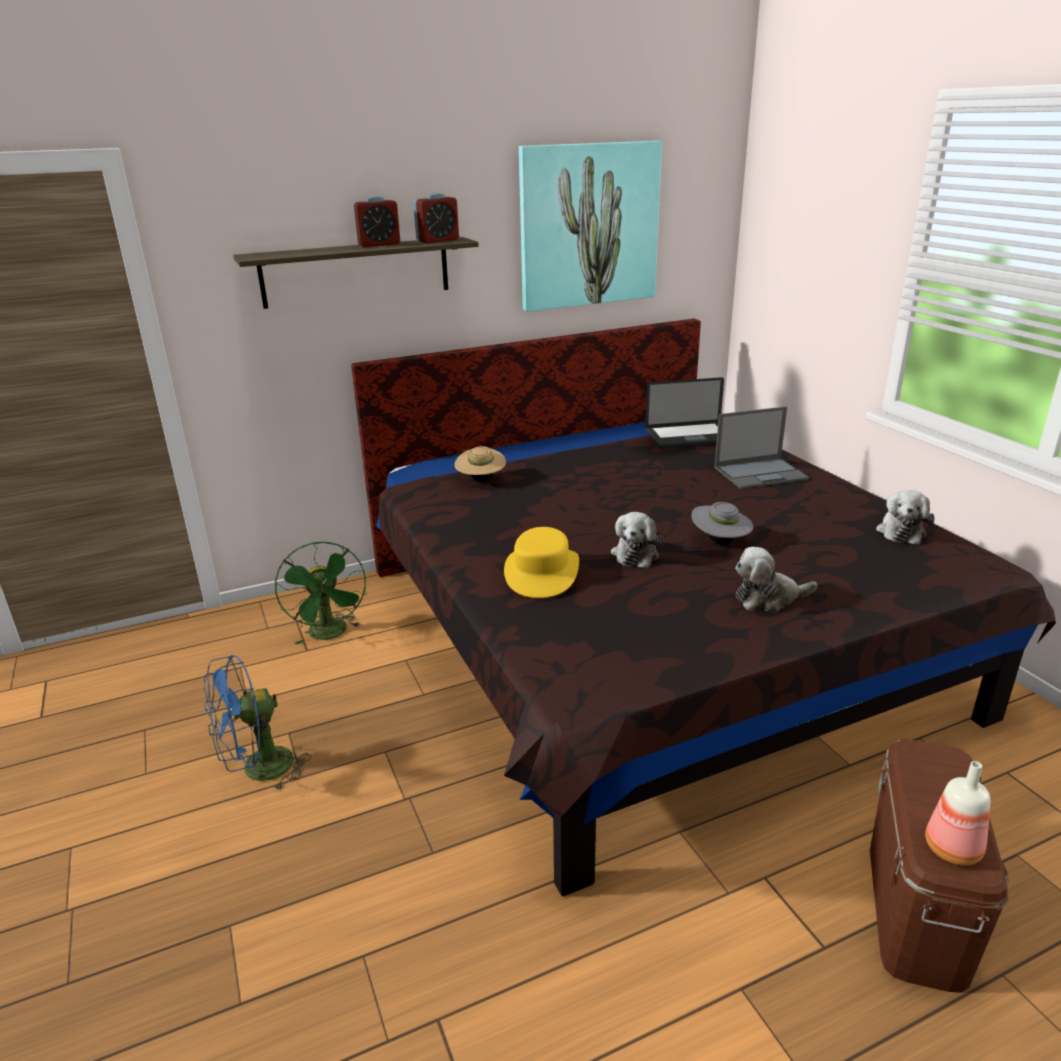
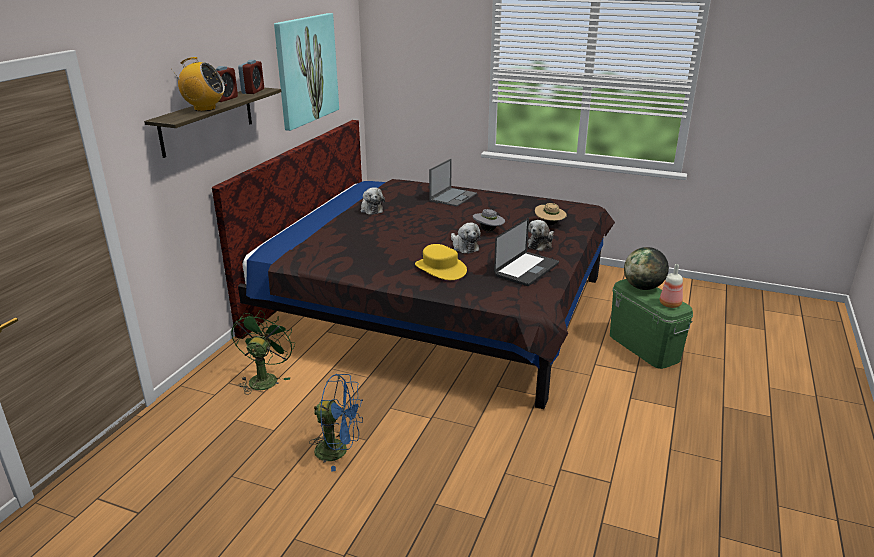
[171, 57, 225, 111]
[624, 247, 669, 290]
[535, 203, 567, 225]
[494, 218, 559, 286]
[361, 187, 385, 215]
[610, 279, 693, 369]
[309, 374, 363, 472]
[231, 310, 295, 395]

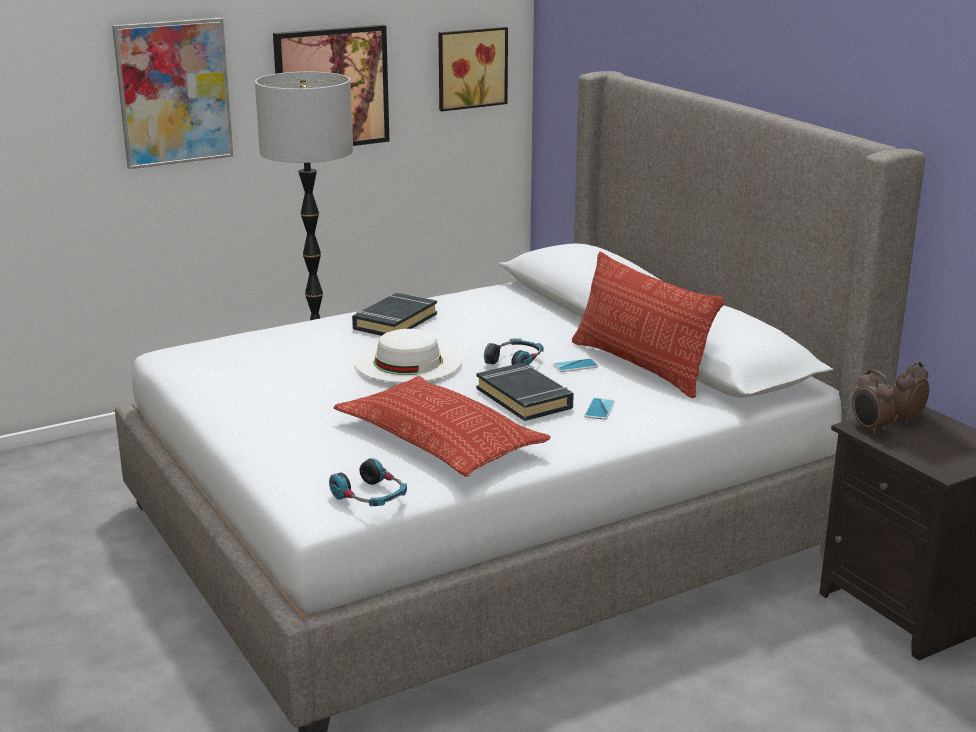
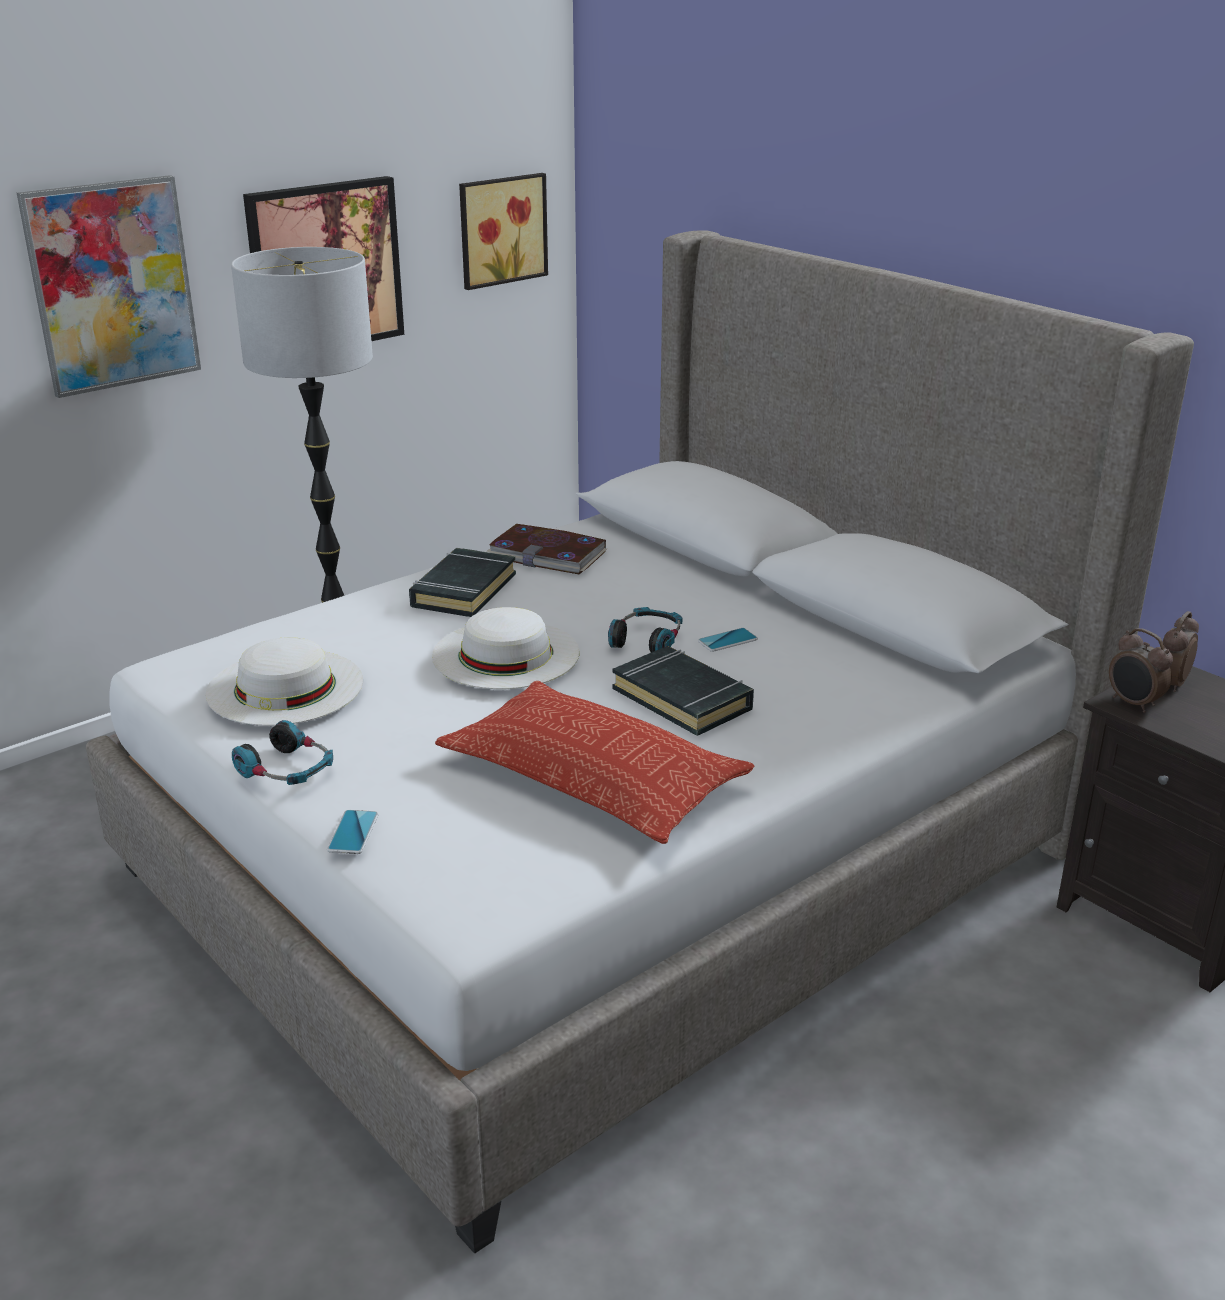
[572, 252, 725, 398] (first image)
[206, 637, 363, 726]
[486, 524, 607, 574]
[232, 720, 333, 785]
[327, 810, 379, 854]

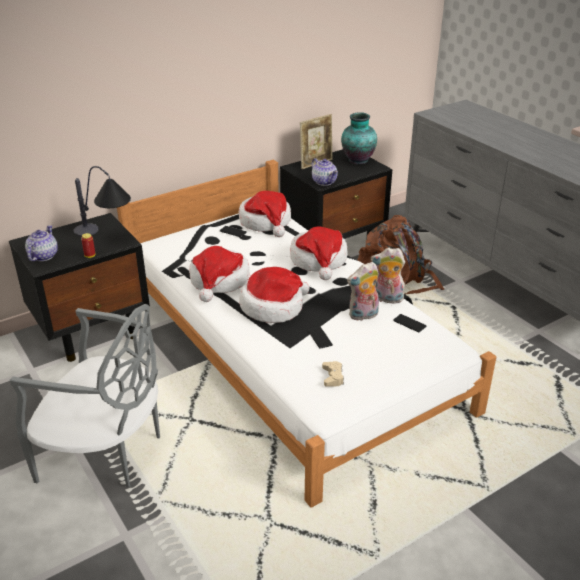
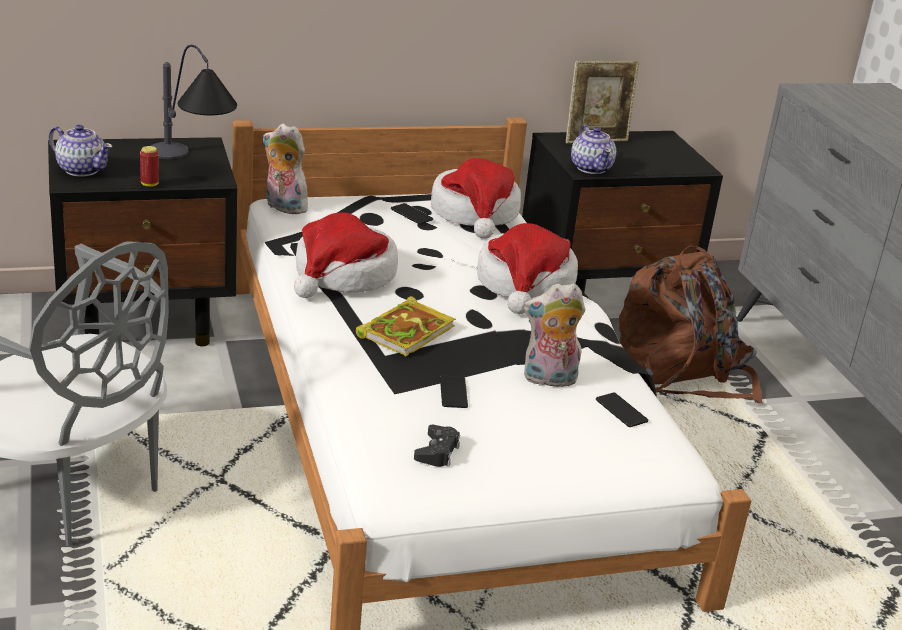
[341, 113, 377, 164] (first image)
[262, 123, 310, 215]
[356, 296, 456, 356]
[414, 425, 460, 467]
[49, 125, 113, 176]

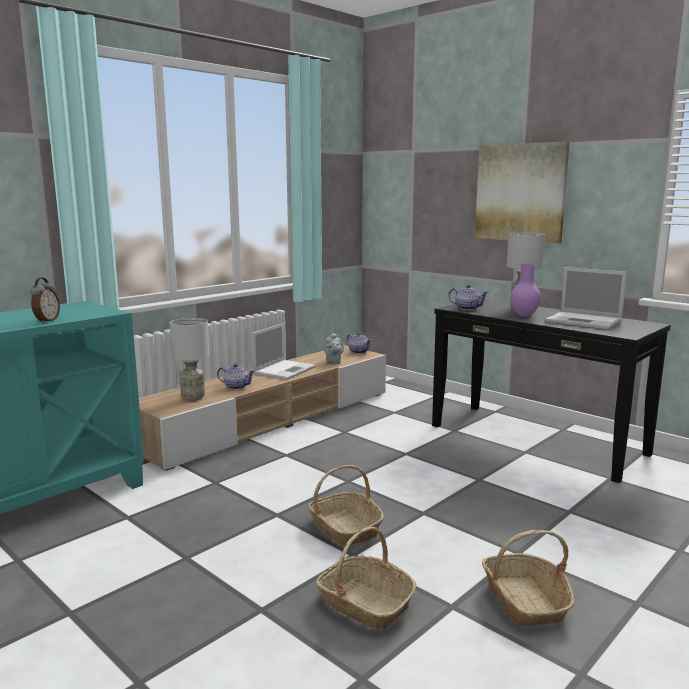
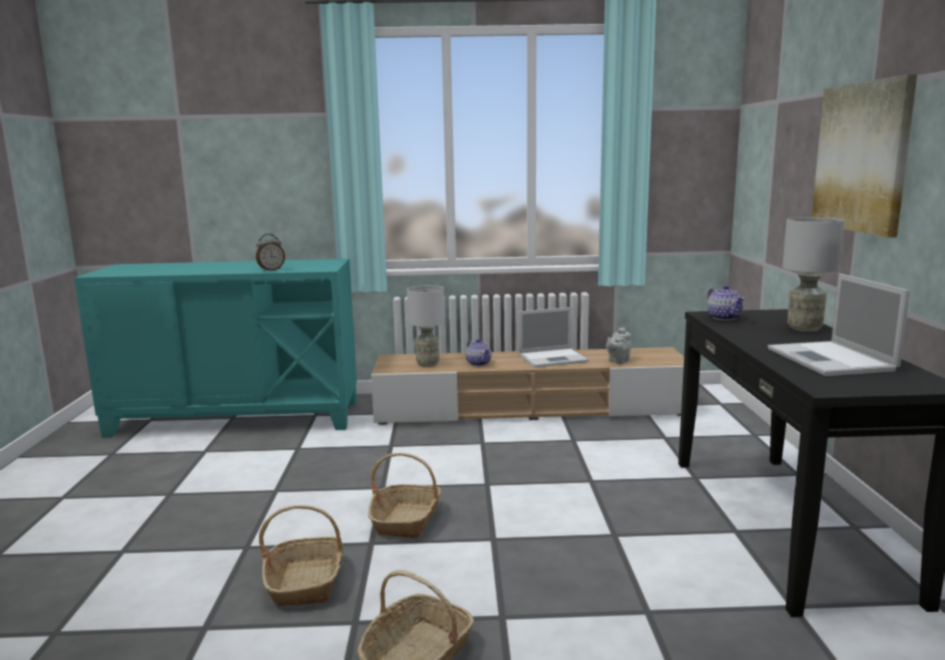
[346, 332, 372, 354] (first image)
[510, 264, 541, 317] (first image)

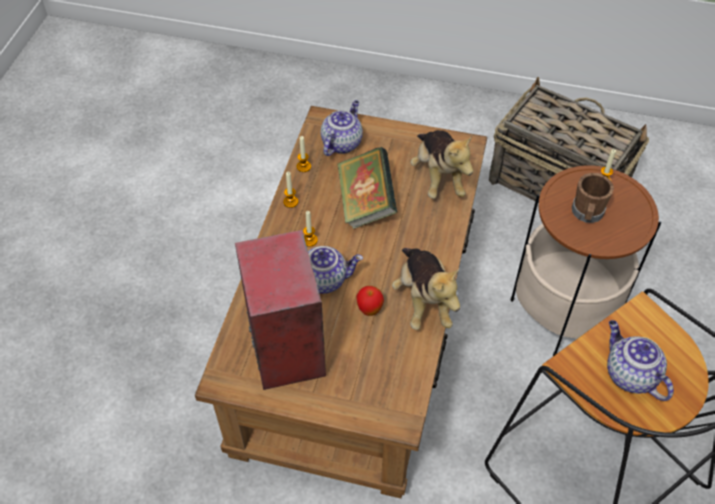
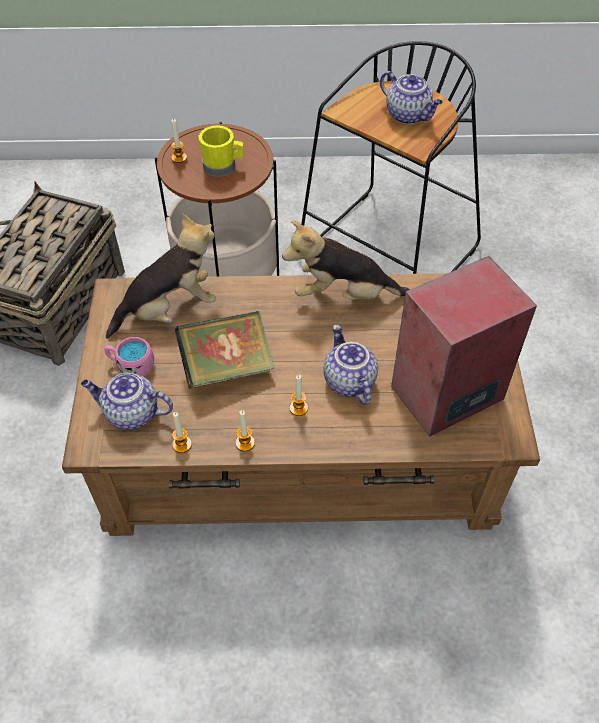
[356, 286, 384, 316] (first image)
[104, 337, 154, 377]
[199, 125, 243, 177]
[282, 220, 410, 300]
[380, 71, 443, 124]

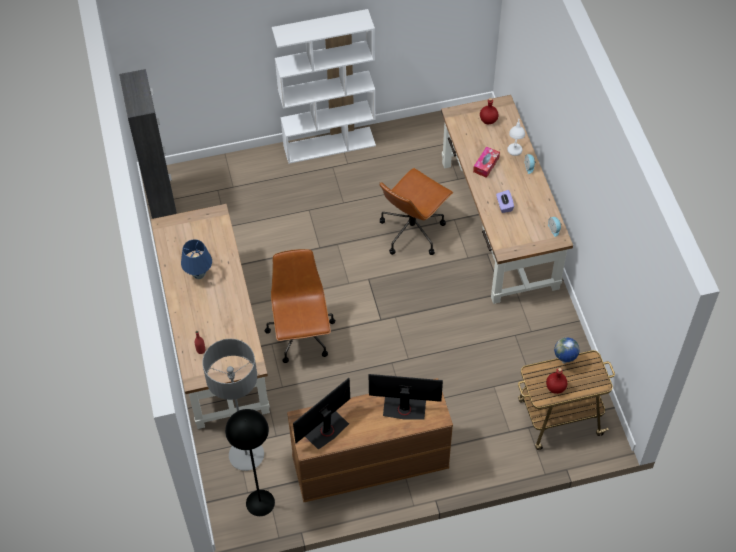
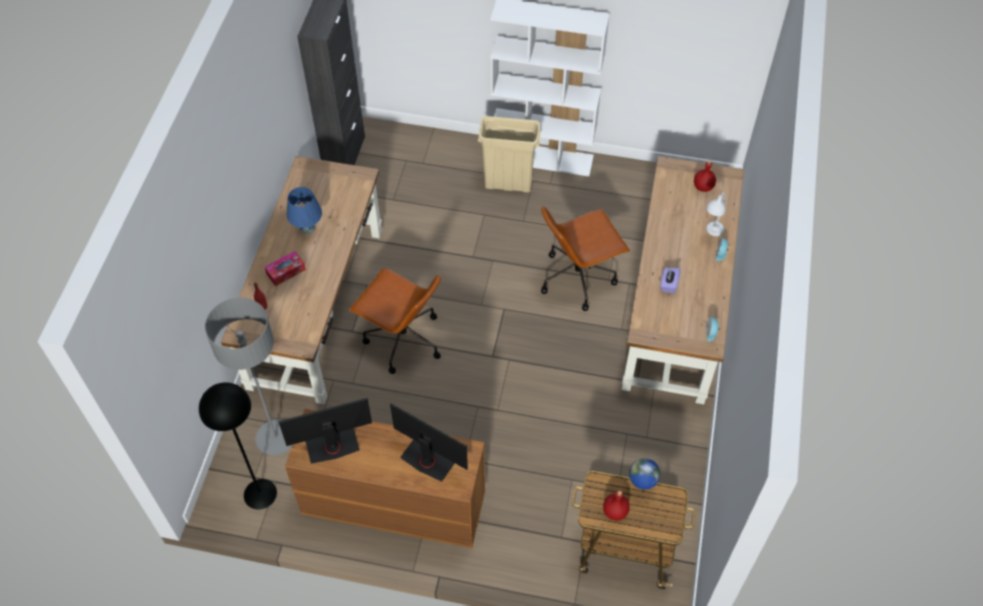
[478, 116, 541, 192]
[265, 251, 306, 286]
[349, 268, 441, 374]

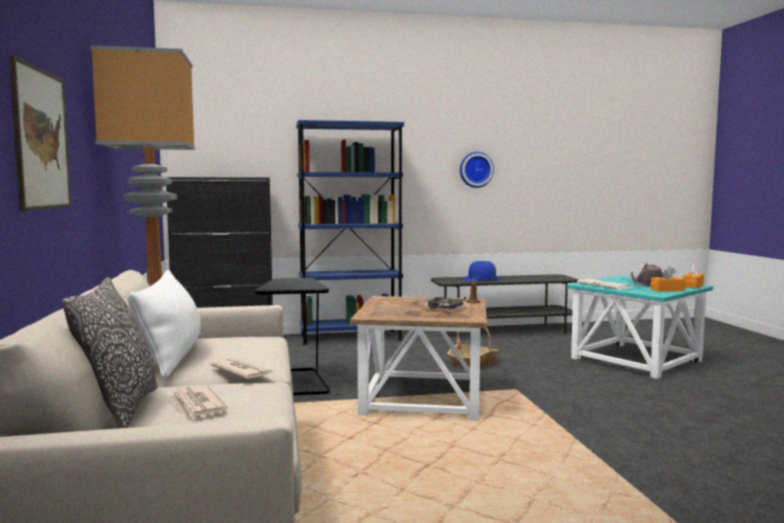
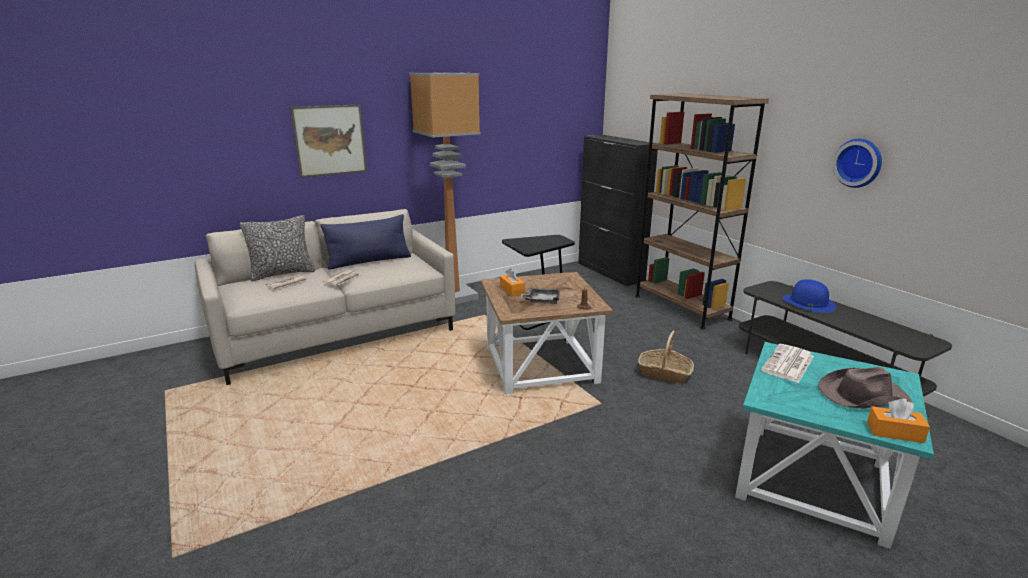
[500, 268, 525, 296]
[320, 214, 411, 270]
[635, 93, 769, 329]

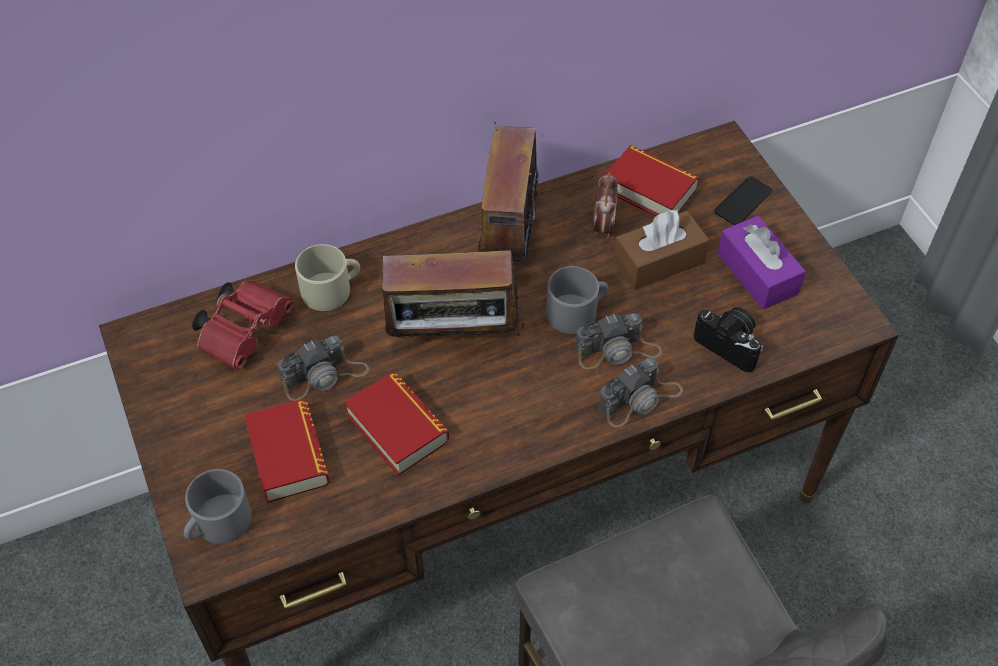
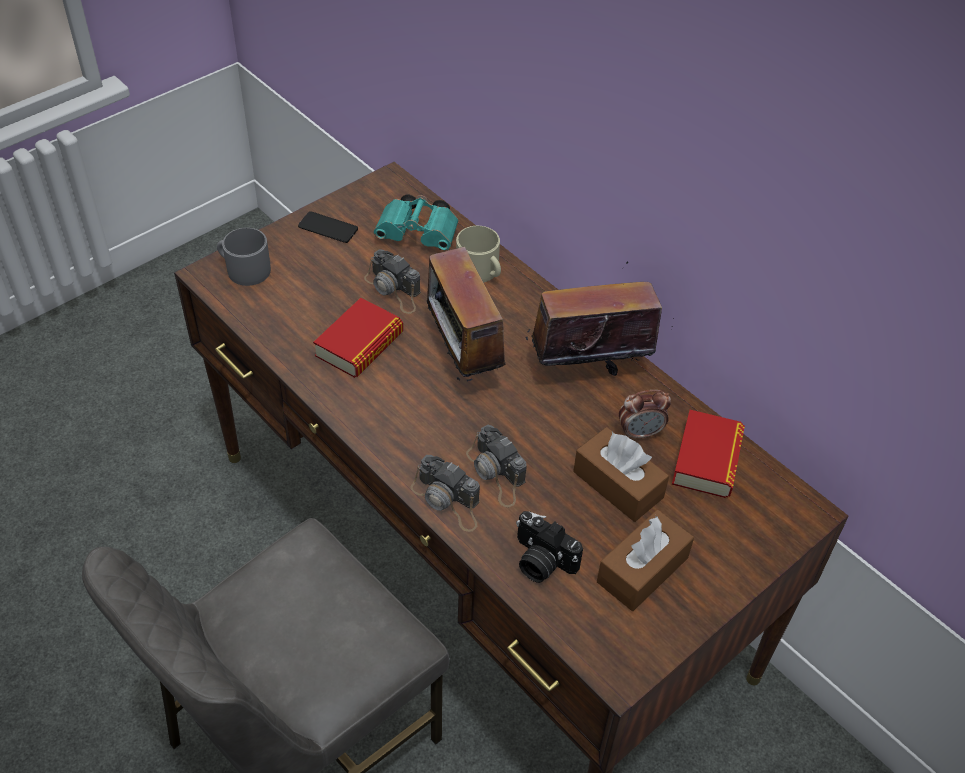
[244, 399, 330, 503] (first image)
[546, 266, 609, 334] (first image)
[298, 211, 358, 243]
[374, 195, 459, 250]
[597, 510, 694, 611]
[516, 511, 583, 583]

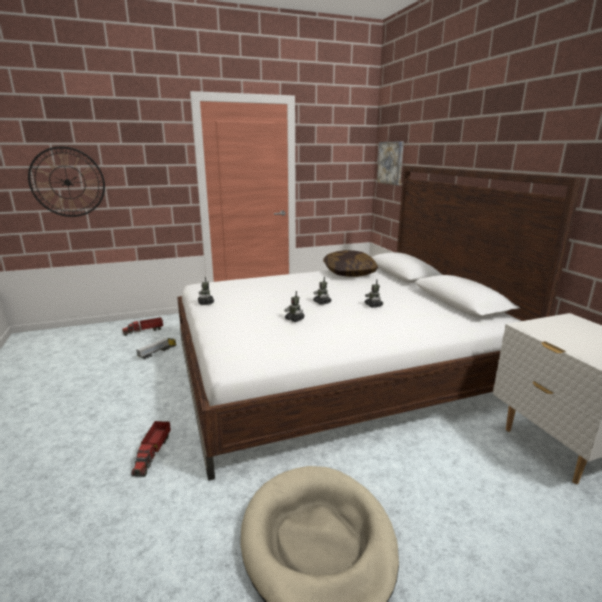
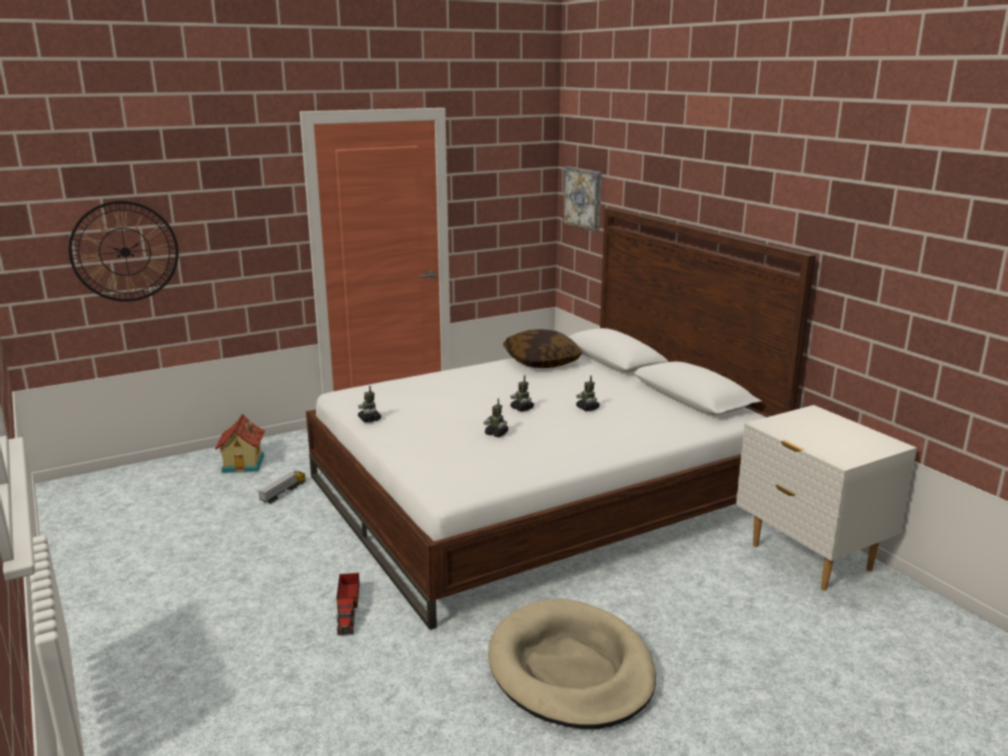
[215, 414, 265, 473]

